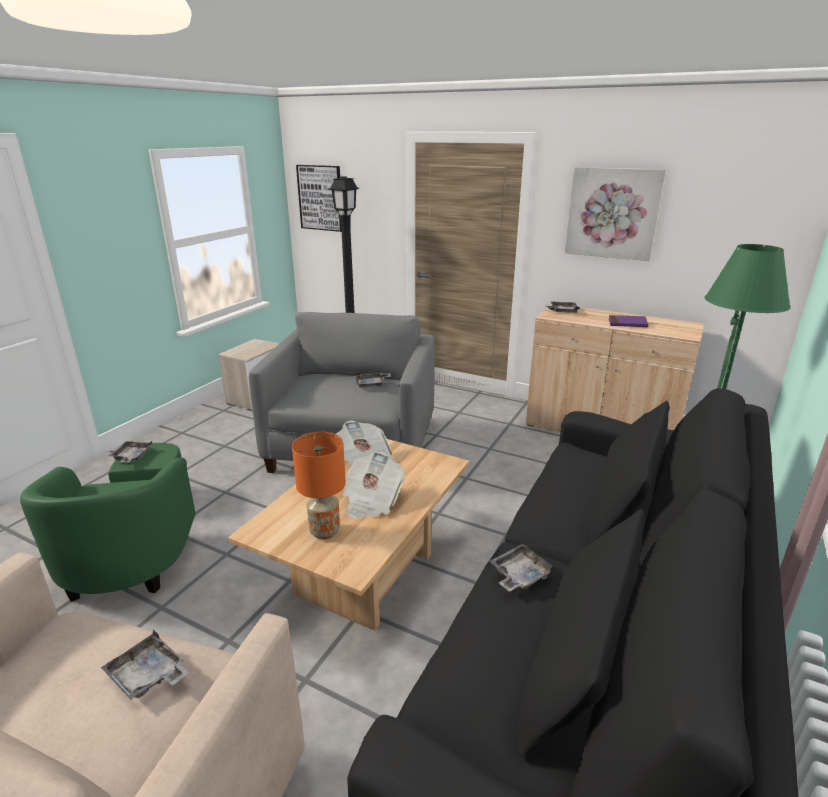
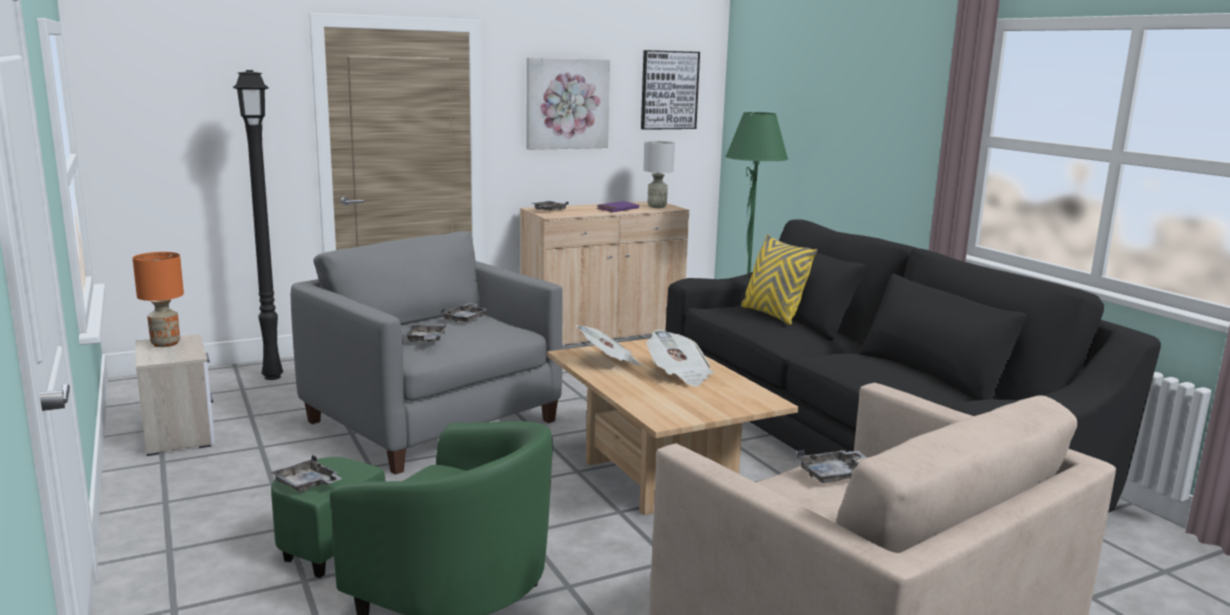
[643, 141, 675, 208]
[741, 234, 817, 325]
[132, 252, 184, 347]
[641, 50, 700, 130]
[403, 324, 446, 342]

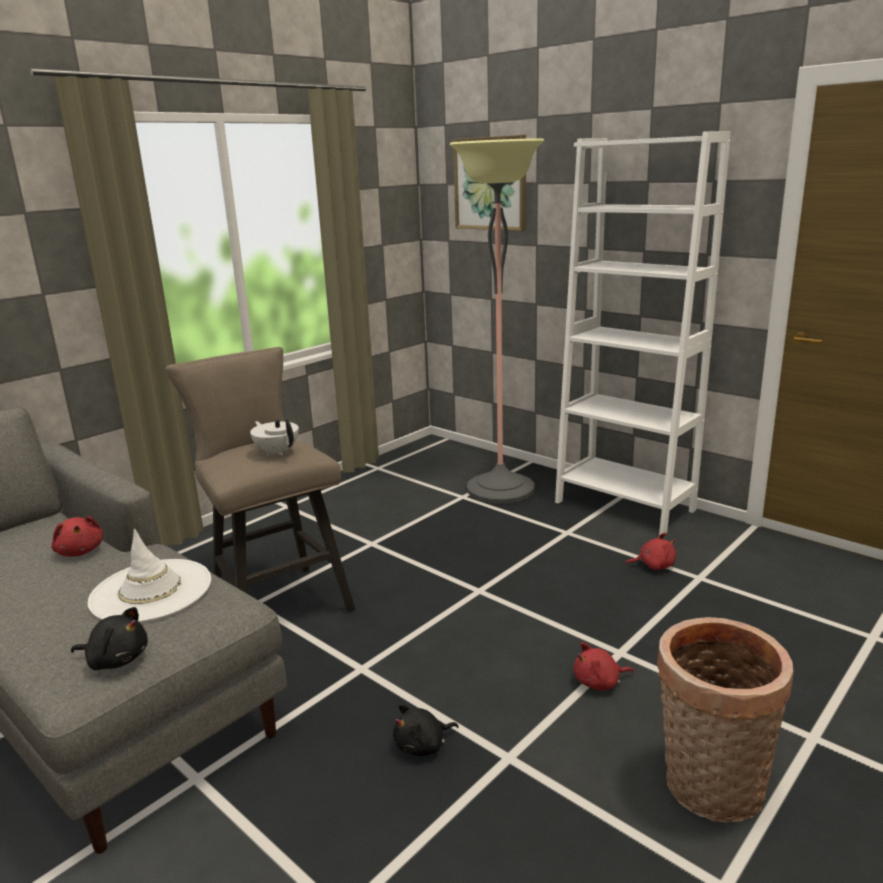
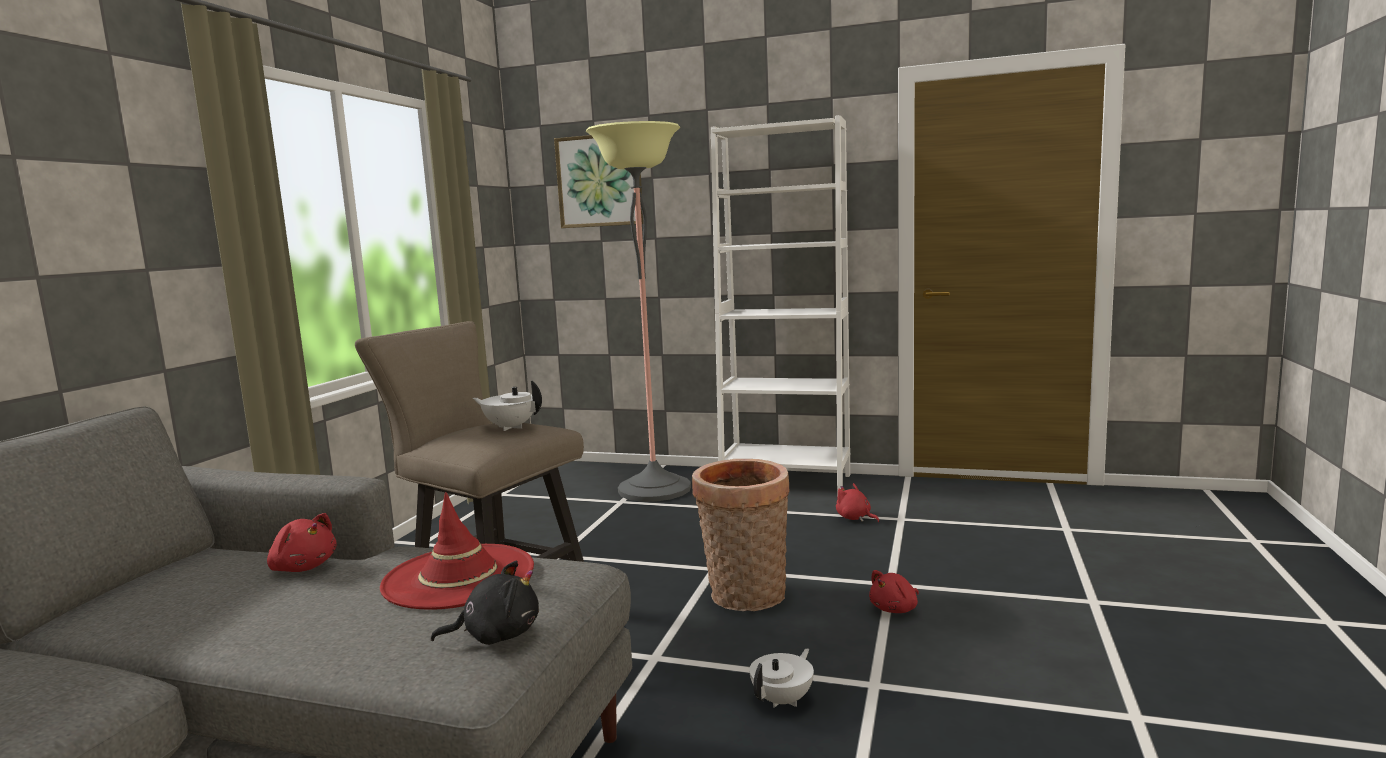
[692, 459, 790, 611]
[749, 648, 814, 708]
[380, 492, 534, 610]
[836, 483, 879, 522]

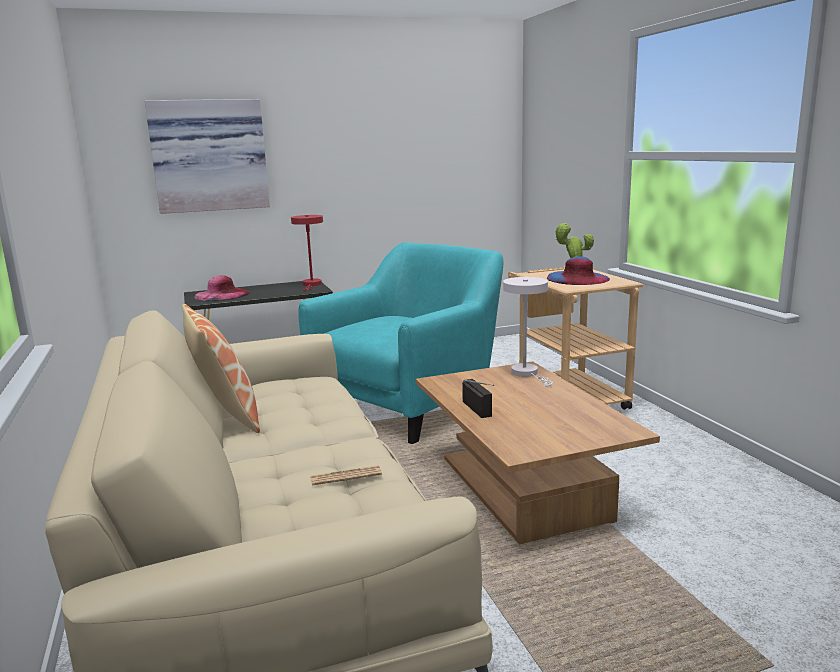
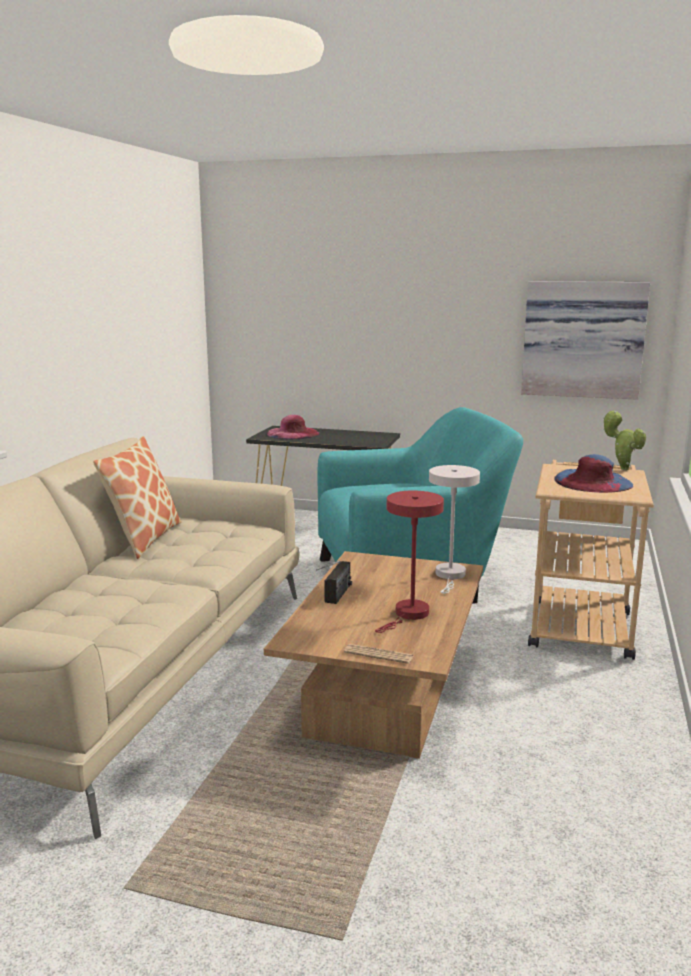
[521, 281, 650, 400]
[375, 491, 444, 633]
[344, 644, 413, 664]

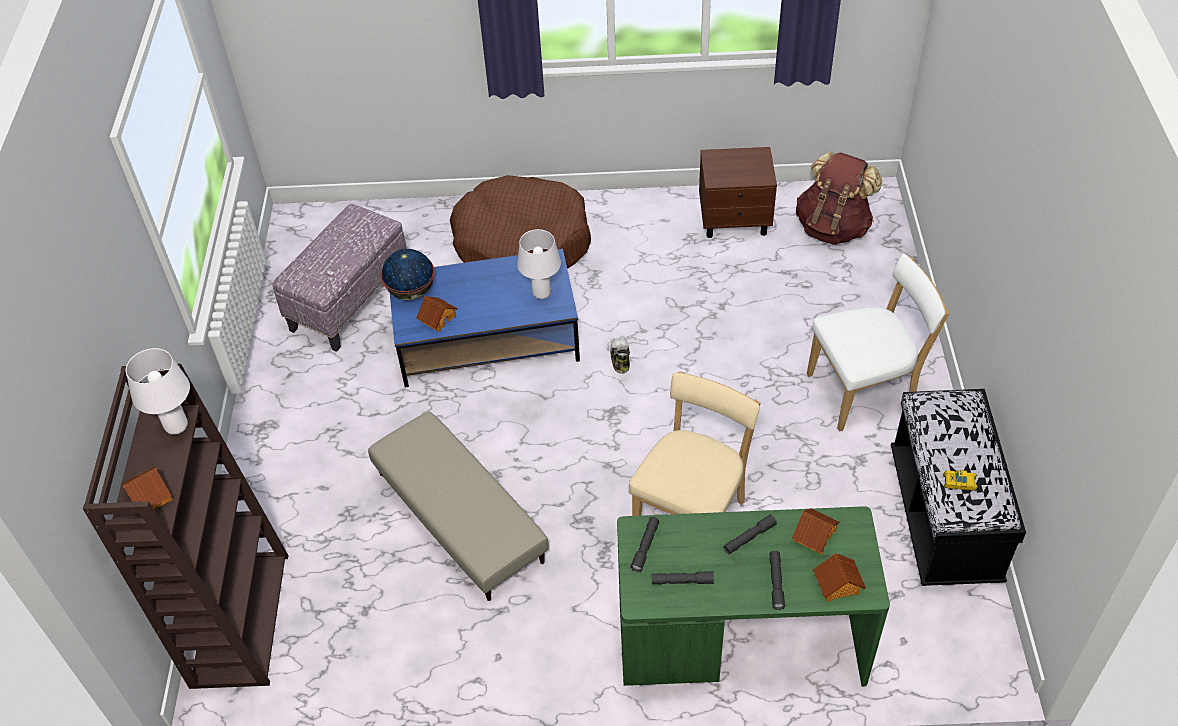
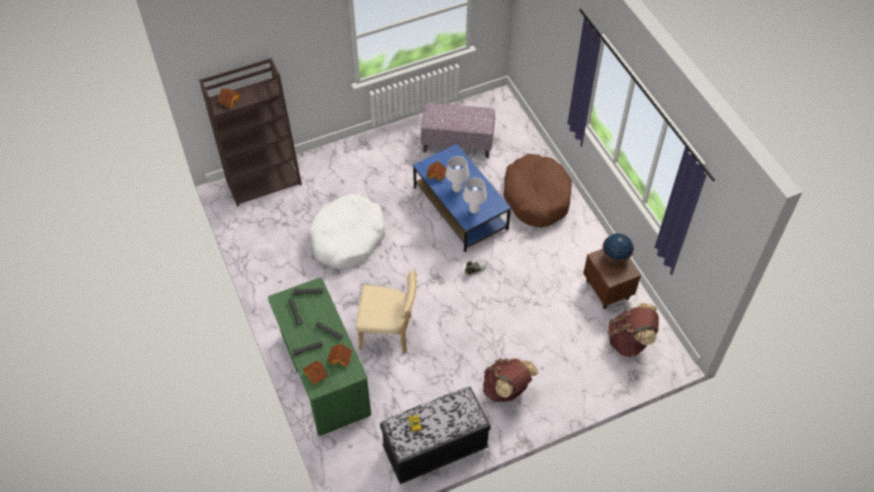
[446, 156, 469, 192]
[602, 233, 634, 263]
[308, 194, 386, 270]
[483, 358, 538, 402]

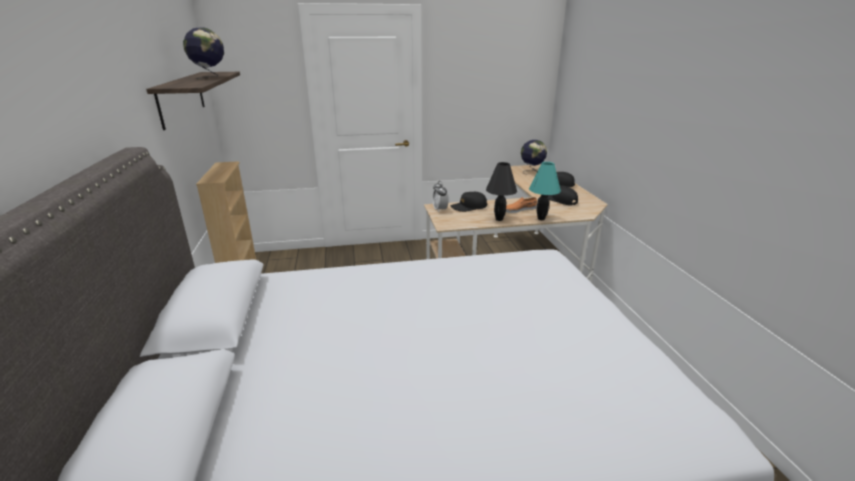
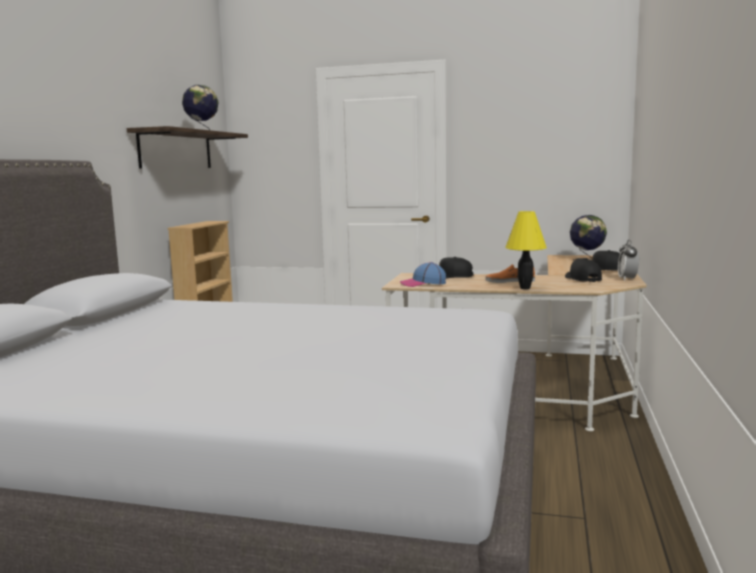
[486, 162, 517, 221] (first image)
[400, 262, 446, 287]
[618, 240, 639, 281]
[505, 211, 547, 289]

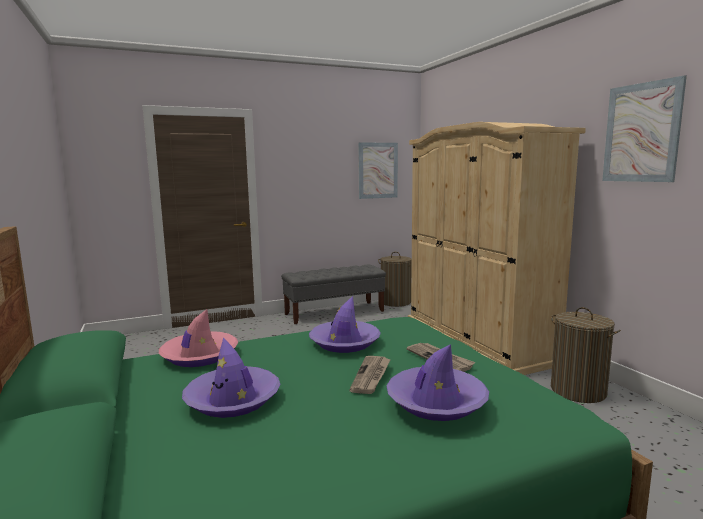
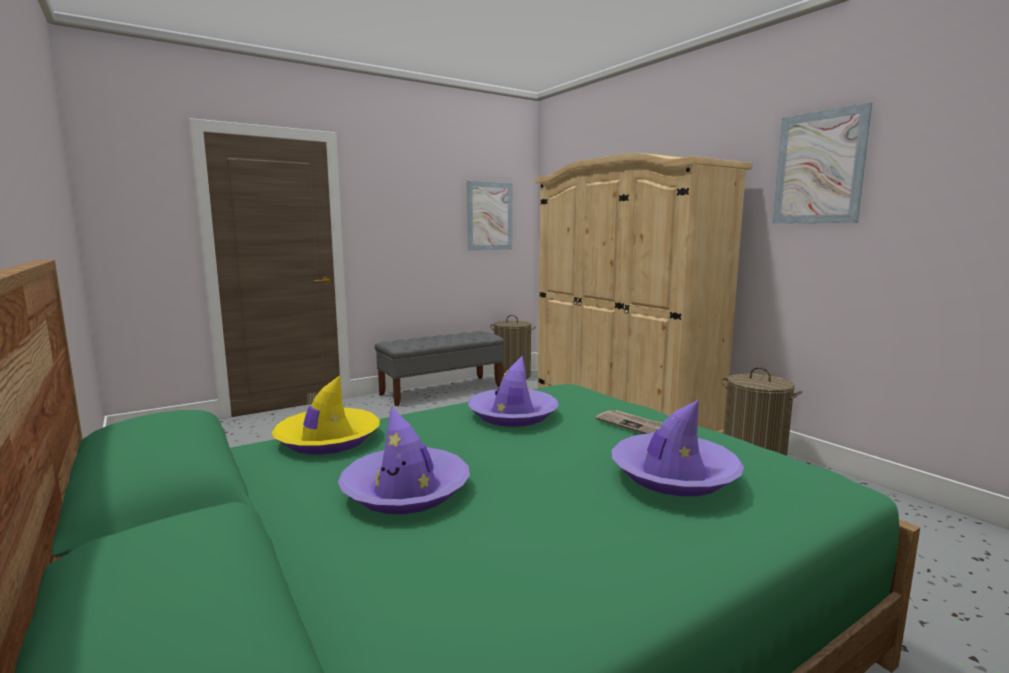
[349, 356, 391, 394] (first image)
[271, 375, 380, 454]

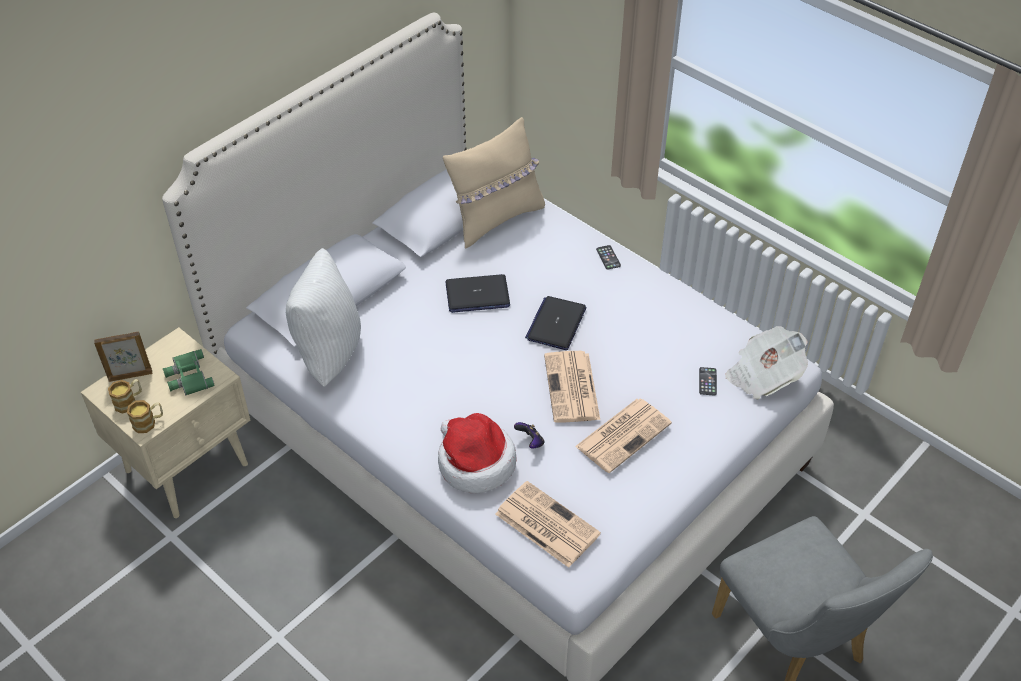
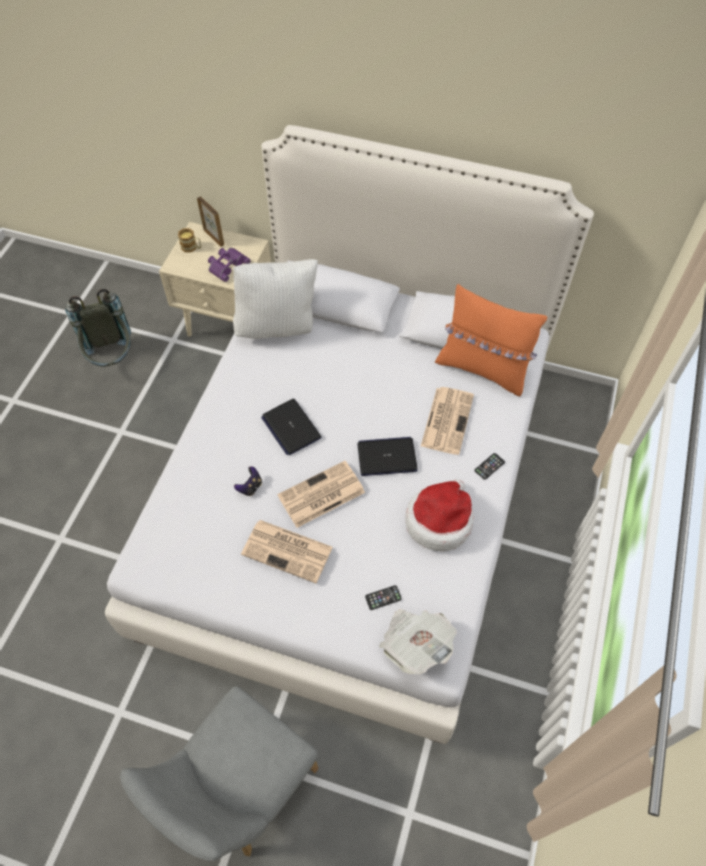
[127, 400, 163, 433] (first image)
[65, 289, 131, 367]
[405, 479, 474, 552]
[261, 399, 322, 455]
[421, 387, 474, 455]
[208, 248, 251, 282]
[435, 284, 547, 396]

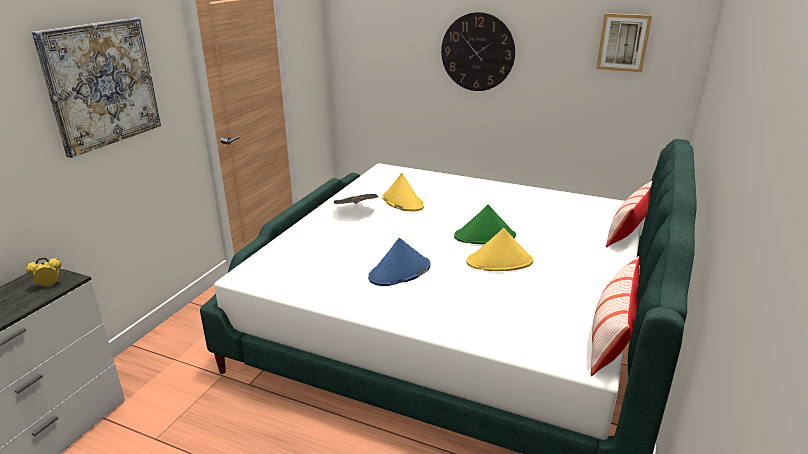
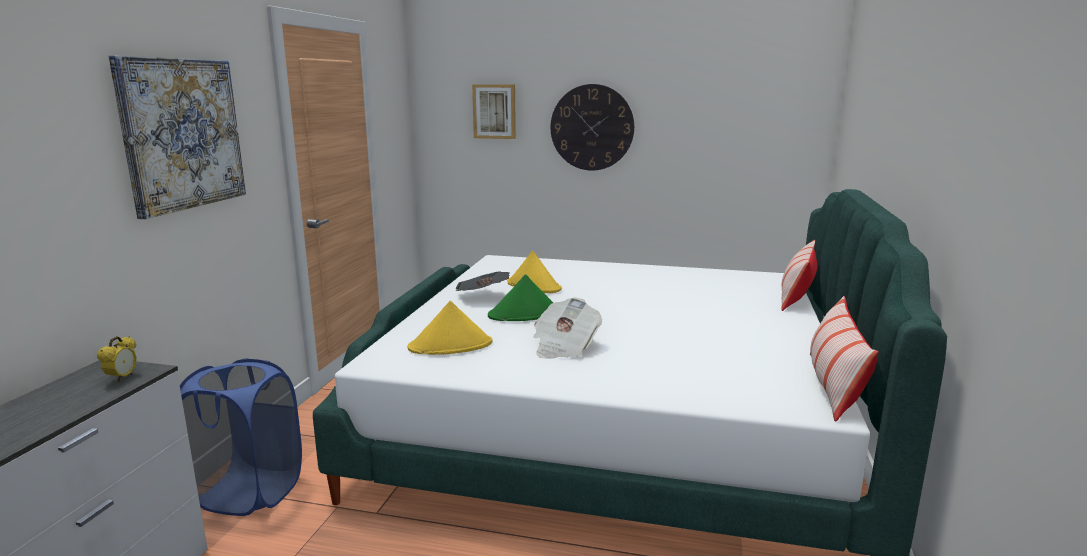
[180, 358, 302, 516]
[488, 274, 553, 321]
[408, 301, 493, 355]
[472, 84, 516, 139]
[533, 298, 602, 359]
[97, 336, 137, 382]

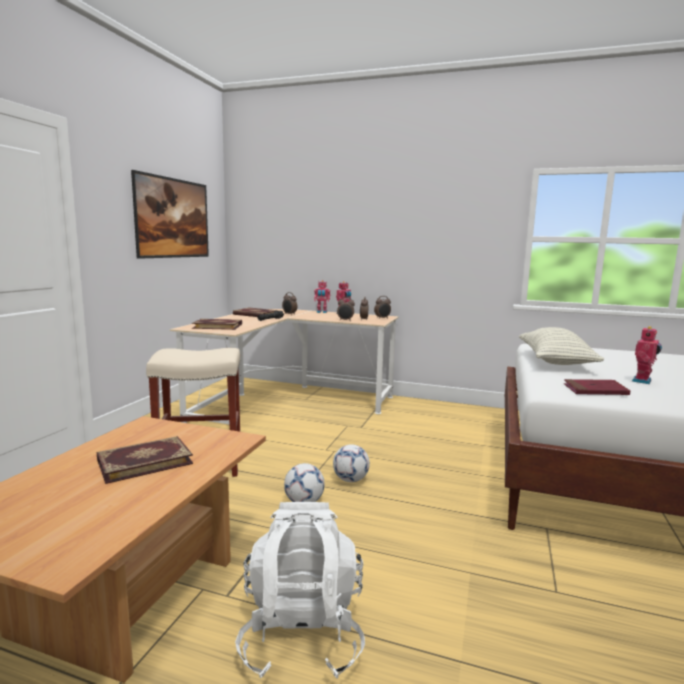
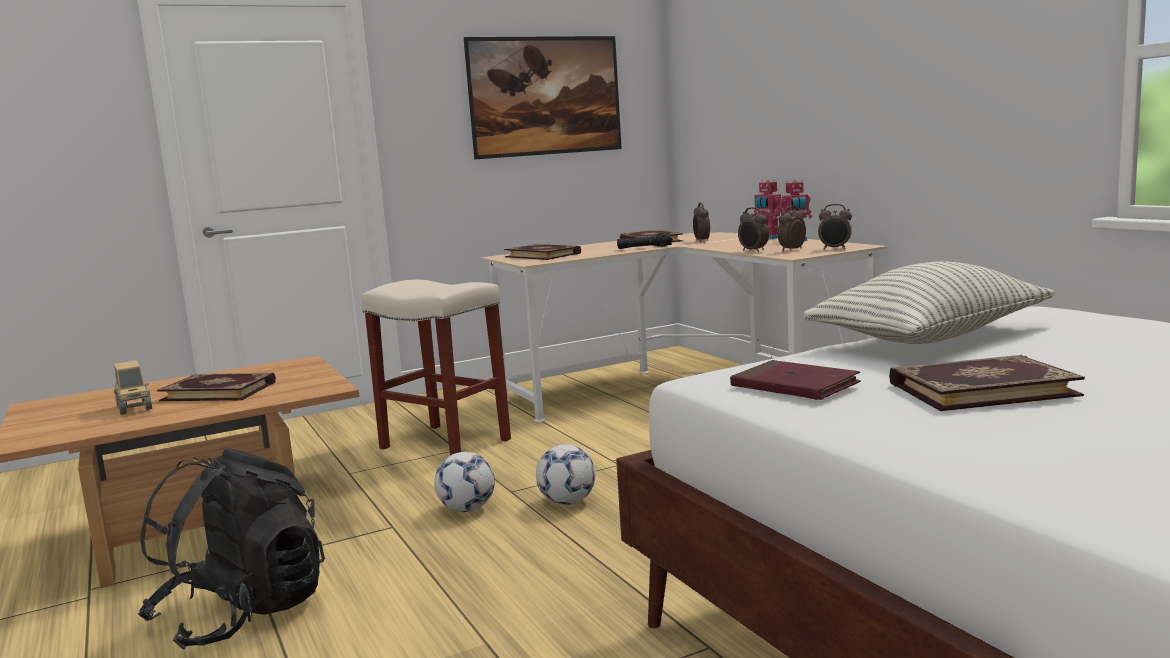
[114, 360, 152, 415]
[889, 355, 1085, 411]
[138, 448, 325, 650]

